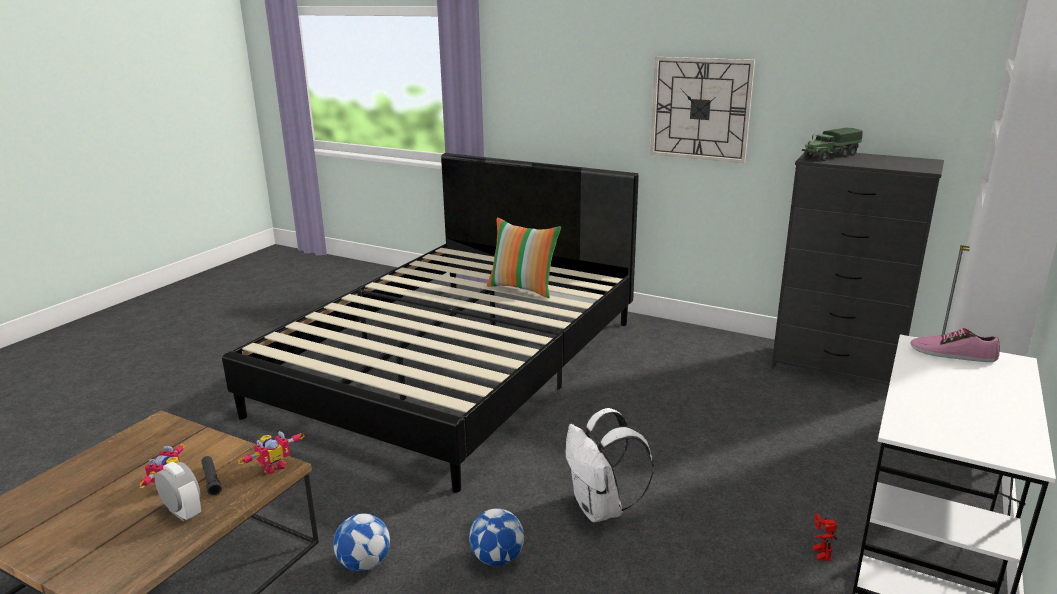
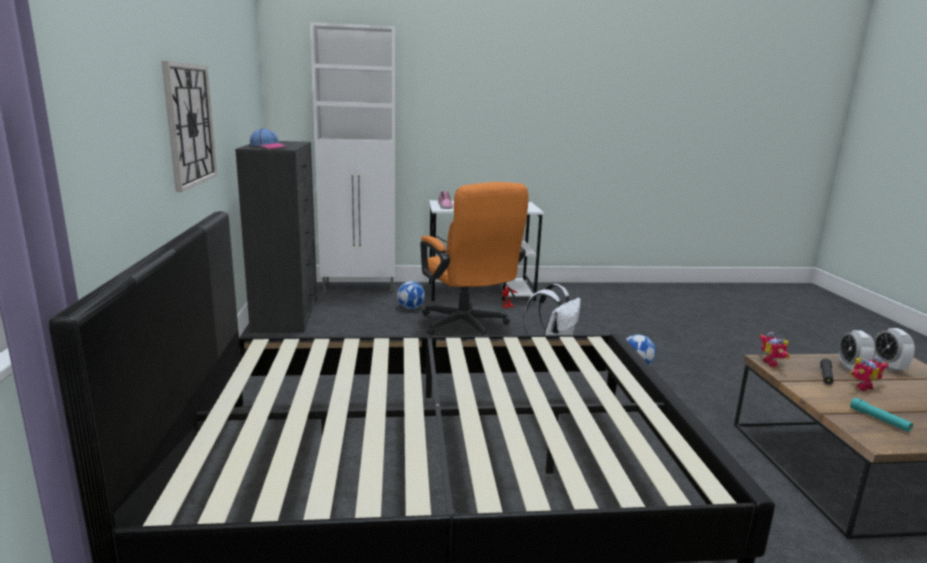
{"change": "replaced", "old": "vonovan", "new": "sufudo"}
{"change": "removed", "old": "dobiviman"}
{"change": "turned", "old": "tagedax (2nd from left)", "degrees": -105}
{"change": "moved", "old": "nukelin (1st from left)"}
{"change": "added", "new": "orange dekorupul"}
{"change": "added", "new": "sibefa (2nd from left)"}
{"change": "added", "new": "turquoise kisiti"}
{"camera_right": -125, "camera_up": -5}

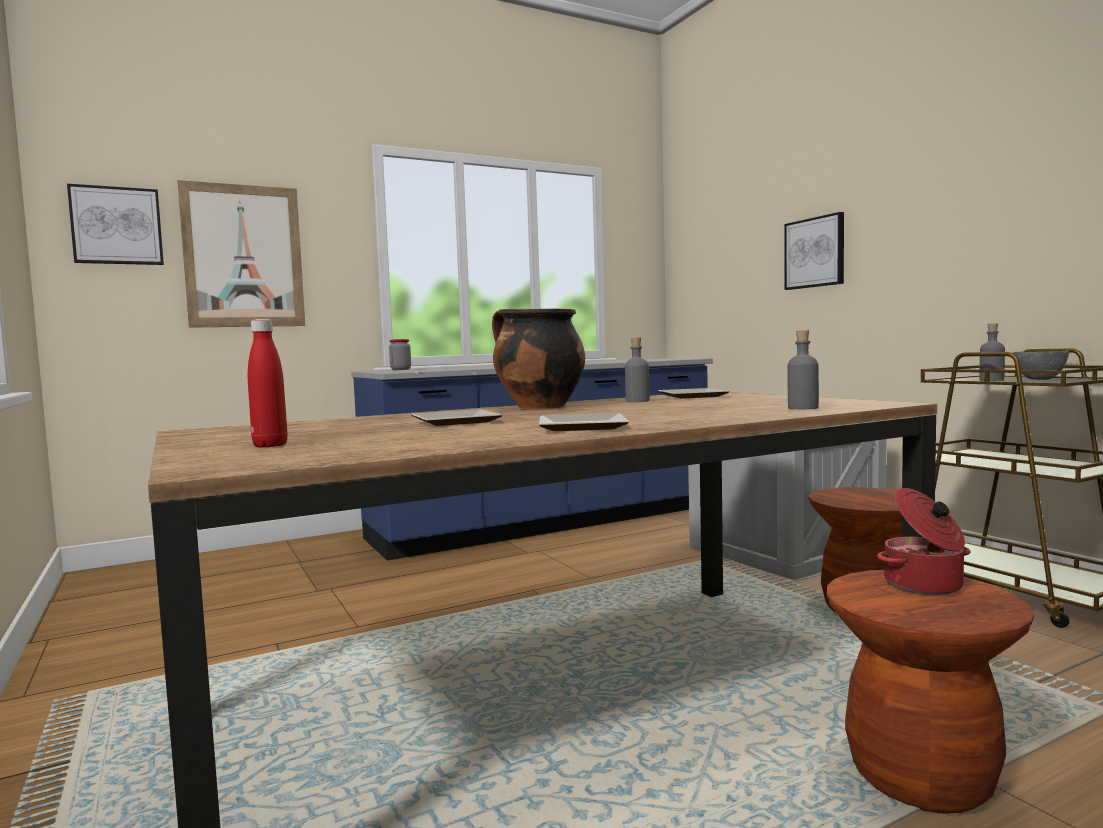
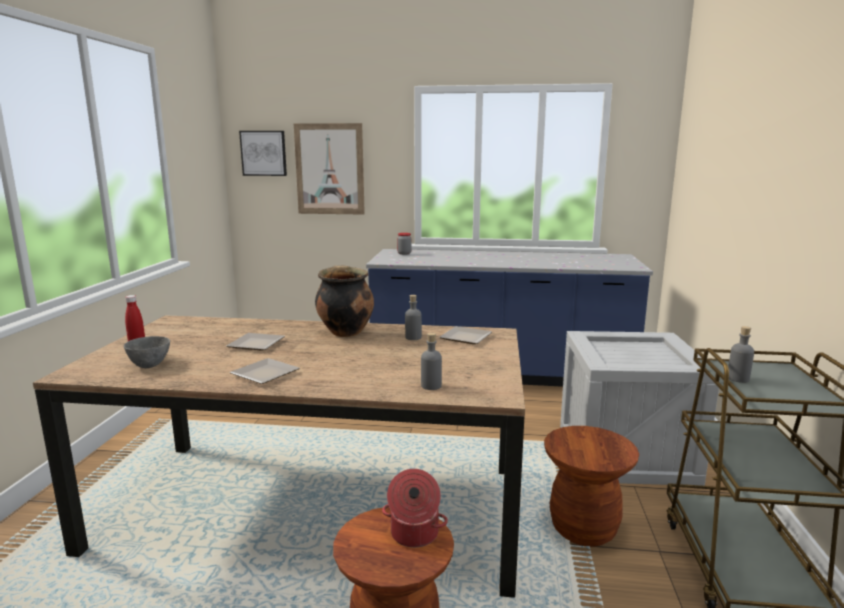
{"change": "removed", "old": "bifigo (3rd from left)"}
{"change": "moved", "old": "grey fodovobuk"}
{"camera_right": 35, "camera_up": 10}

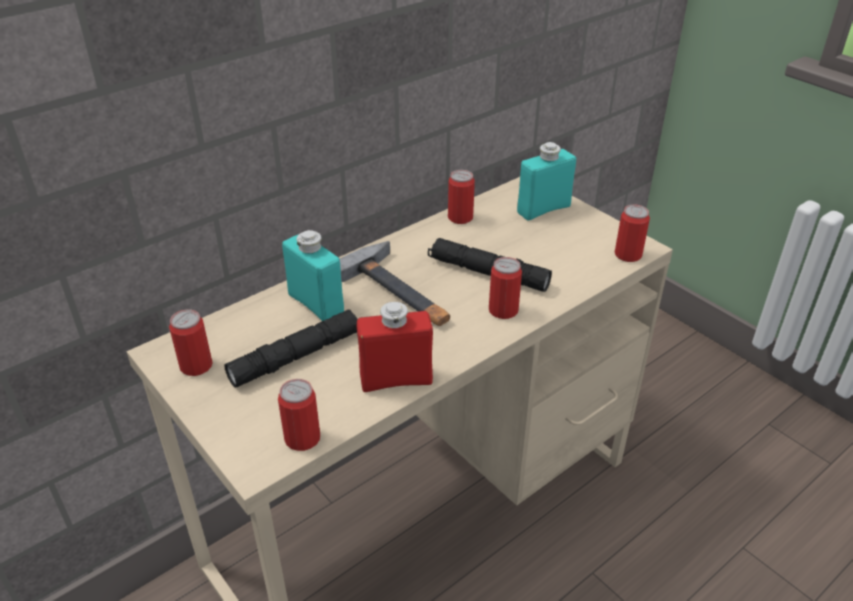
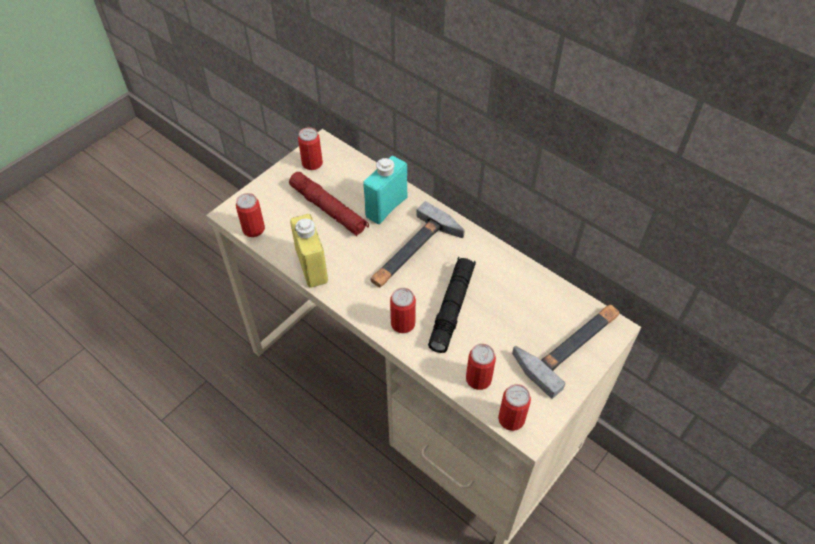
{"change": "replaced", "old": "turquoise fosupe (2nd from left)", "new": "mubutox (2nd from left)"}
{"change": "moved", "old": "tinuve (3rd from left in the first image)", "new": "tinuve (4th from left)"}
{"change": "recoloured", "old": "red fosupe", "new": "yellow fosupe"}
{"change": "recoloured", "old": "black kisiti (1st from left)", "new": "red kisiti"}
{"camera_right": 80, "camera_up": 15}

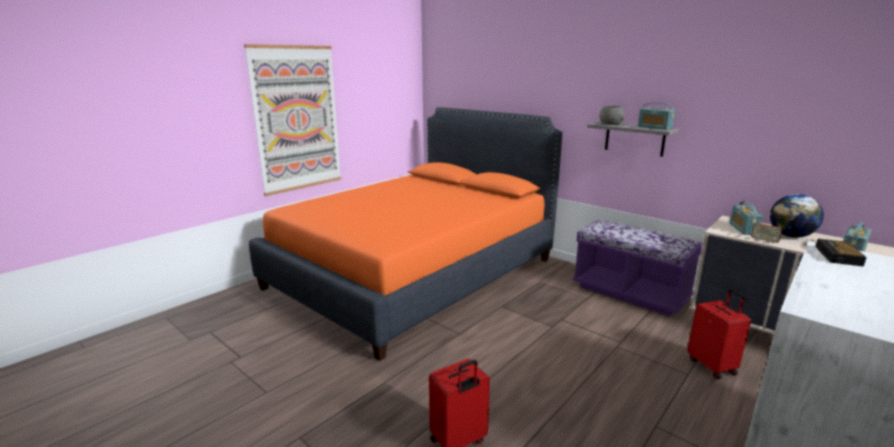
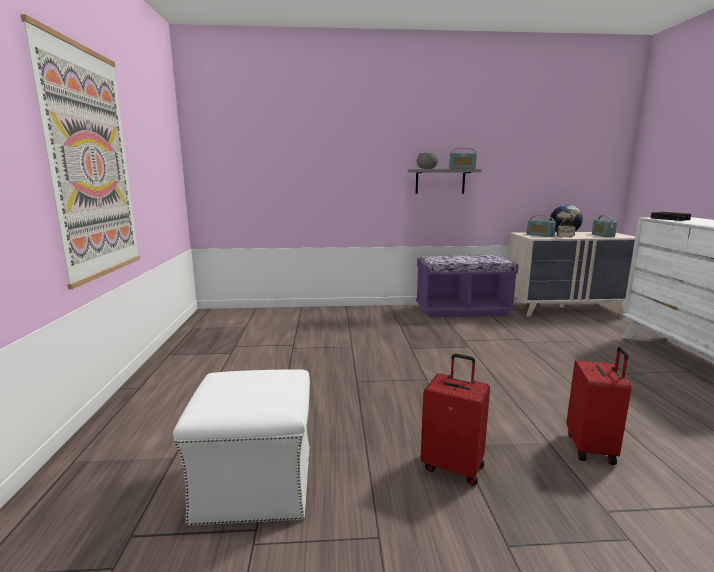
{"change": "removed", "old": "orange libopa"}
{"change": "moved", "old": "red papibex (2nd from left in the first image)", "new": "red papibex (1st from left)"}
{"change": "added", "new": "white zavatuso"}
{"camera_right": -45, "camera_up": -5}

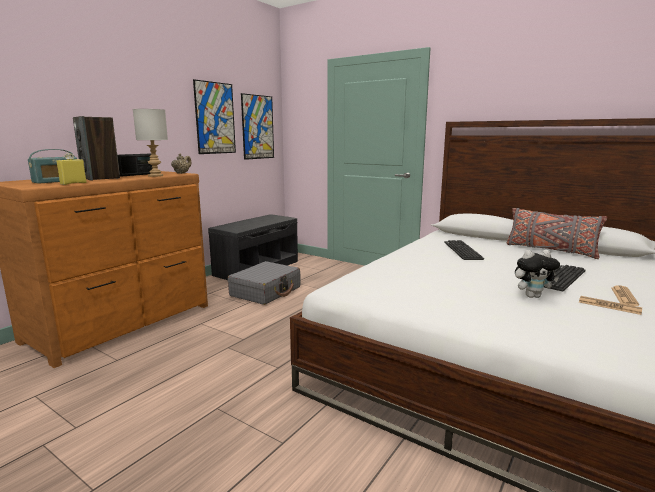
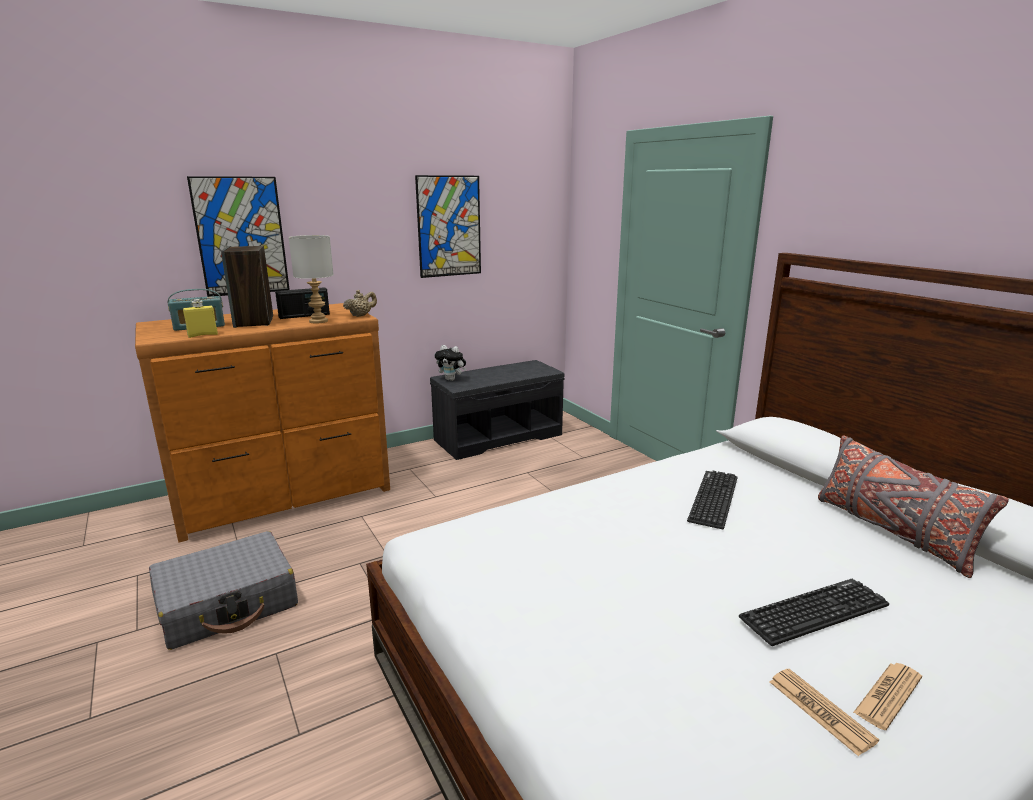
{"change": "moved", "old": "bifigo (2nd from left in the first image)", "new": "bifigo (1st from left)"}
{"change": "moved", "old": "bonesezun"}
{"change": "moved", "old": "grey papibex"}
{"camera_right": 25, "camera_up": 5}

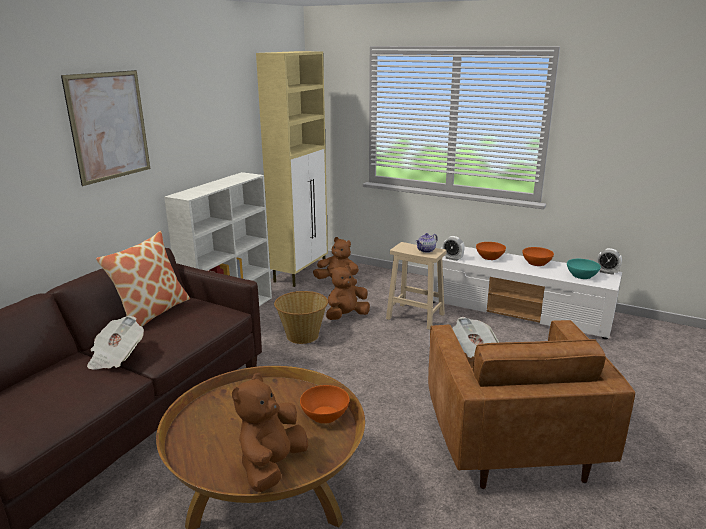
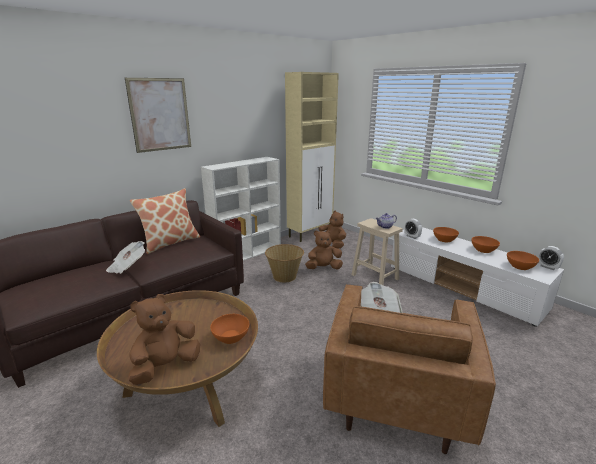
{"change": "recoloured", "old": "turquoise fodovobuk", "new": "orange fodovobuk (4th from left)"}
{"camera_right": 20, "camera_up": 0}

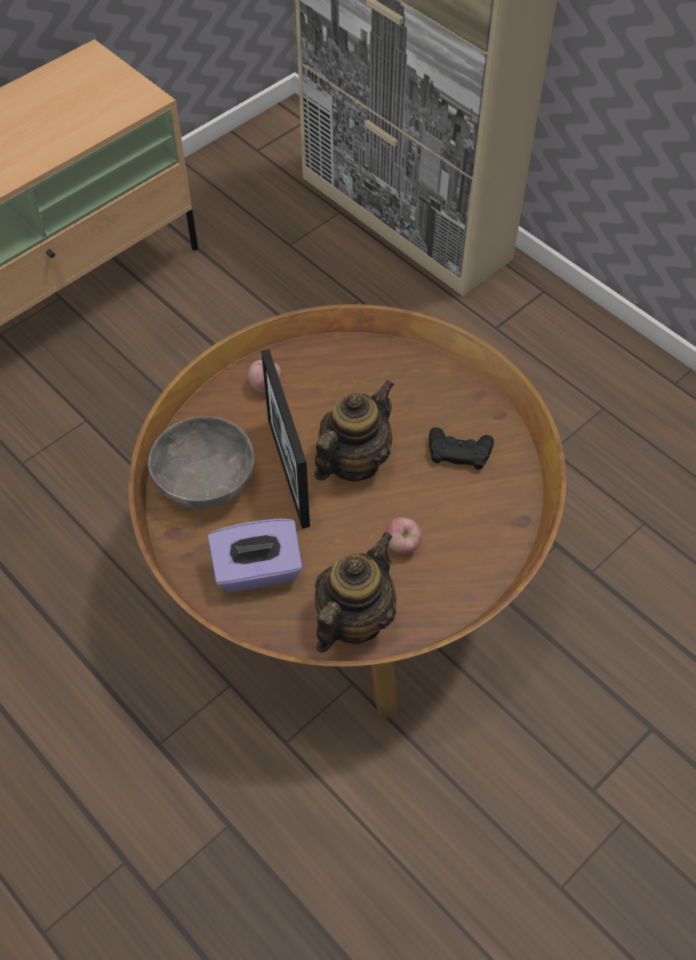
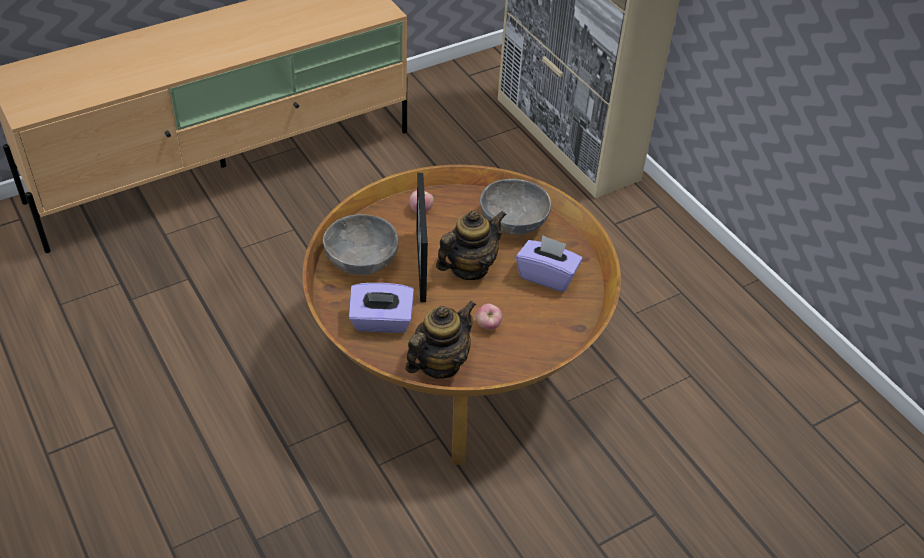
{"change": "replaced", "old": "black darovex", "new": "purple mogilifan (2nd from left)"}
{"change": "added", "new": "grey fodovobuk (2nd from left)"}
{"camera_right": 10, "camera_up": -10}

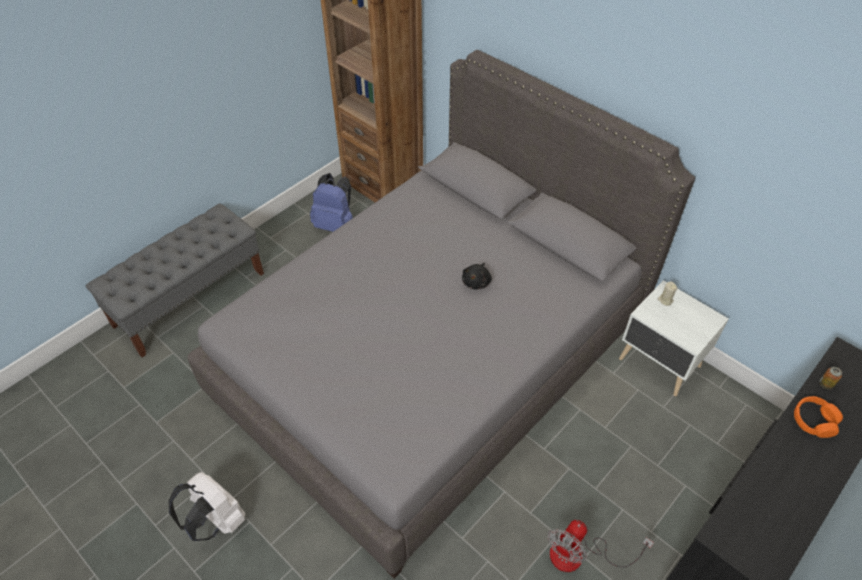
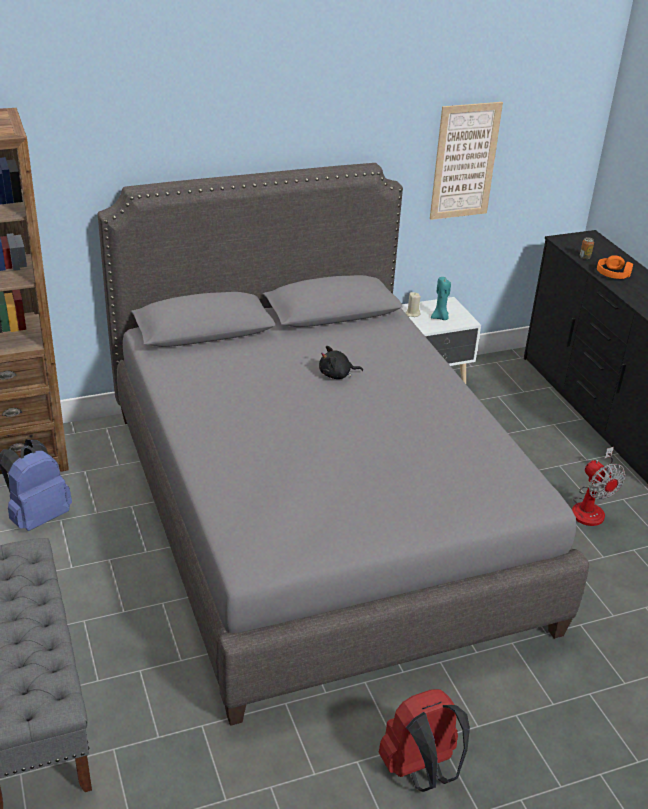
{"change": "turned", "old": "black bonesezun", "degrees": 120}
{"change": "recoloured", "old": "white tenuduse", "new": "red tenuduse"}
{"change": "added", "new": "bifigo"}
{"change": "added", "new": "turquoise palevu"}
{"camera_right": -65, "camera_up": -15}

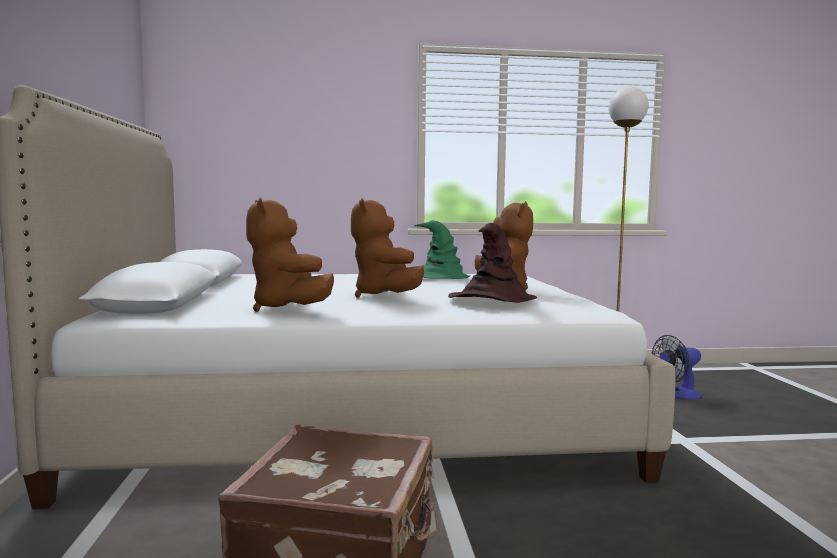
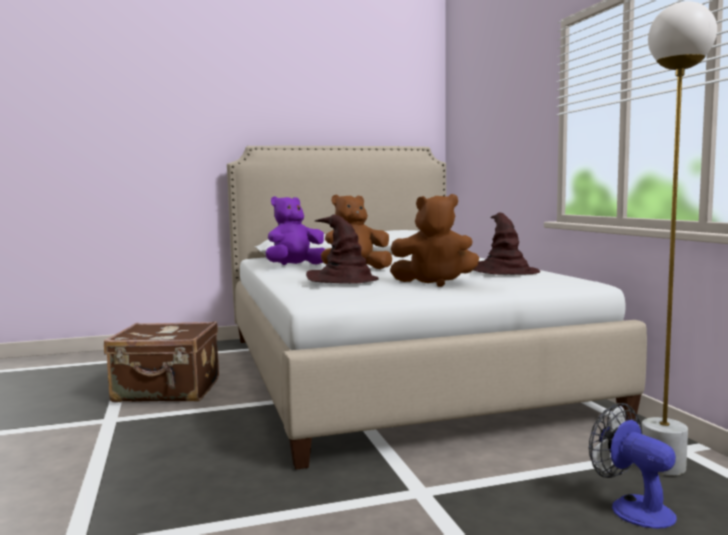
{"change": "recoloured", "old": "brown bonesezun (1st from left)", "new": "purple bonesezun"}
{"change": "recoloured", "old": "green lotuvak", "new": "brown lotuvak (2nd from left)"}
{"camera_right": 80, "camera_up": 0}

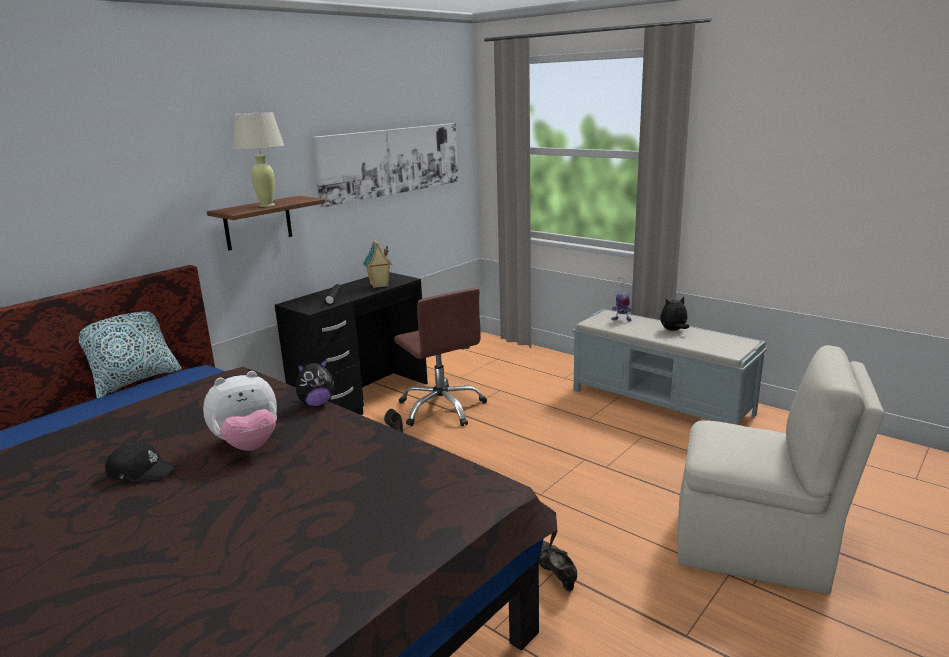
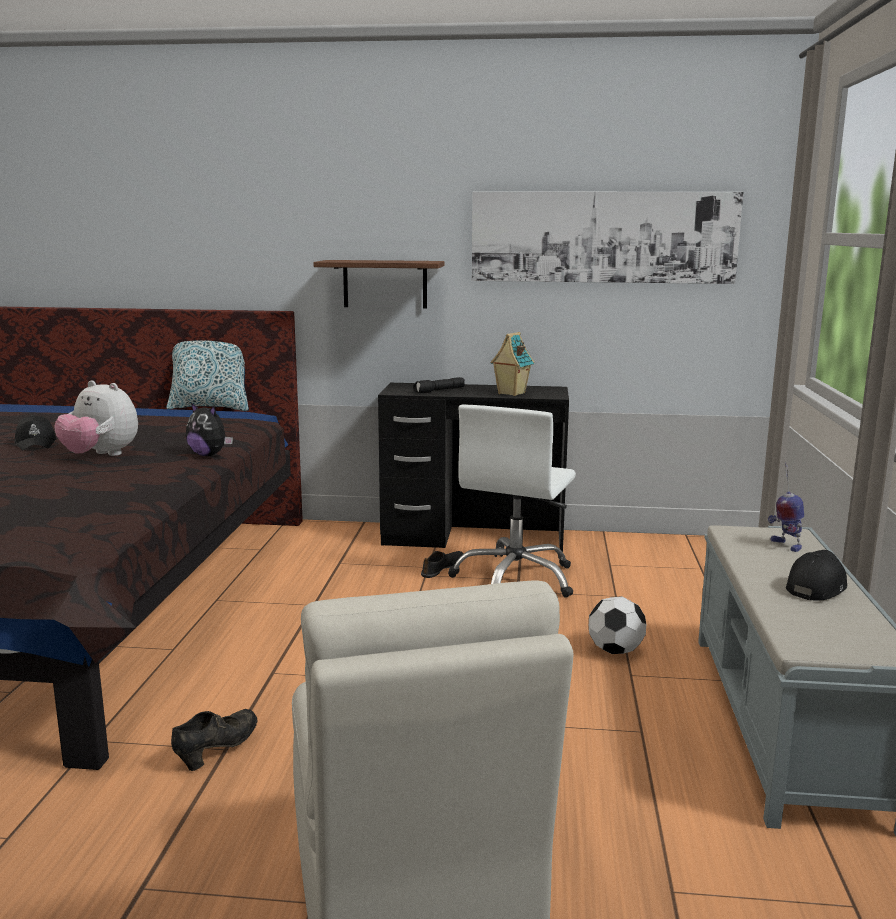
{"change": "removed", "old": "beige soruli"}
{"change": "recoloured", "old": "brown dekorupul", "new": "white dekorupul"}
{"change": "replaced", "old": "bonesezun (3rd from left)", "new": "black sufudo (2nd from left)"}
{"change": "added", "new": "nukelin"}
{"camera_right": 55, "camera_up": -5}

